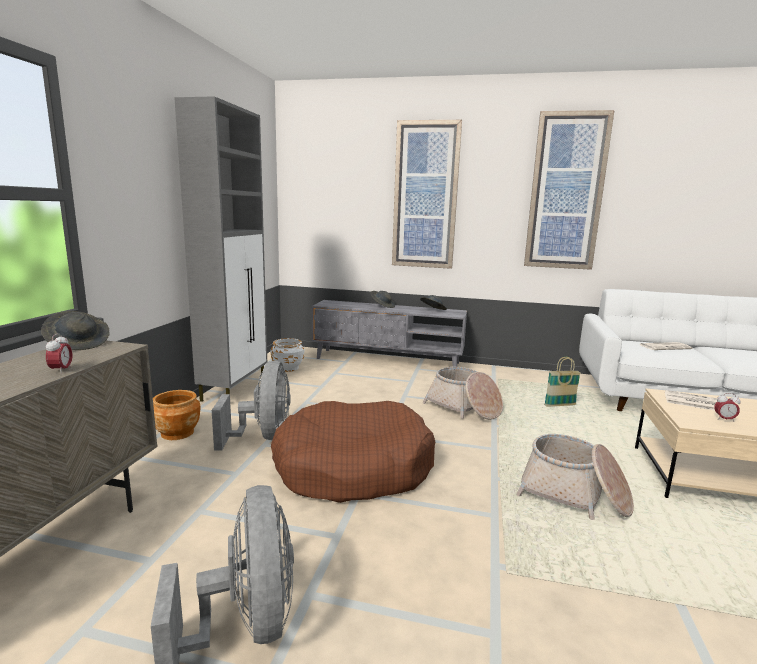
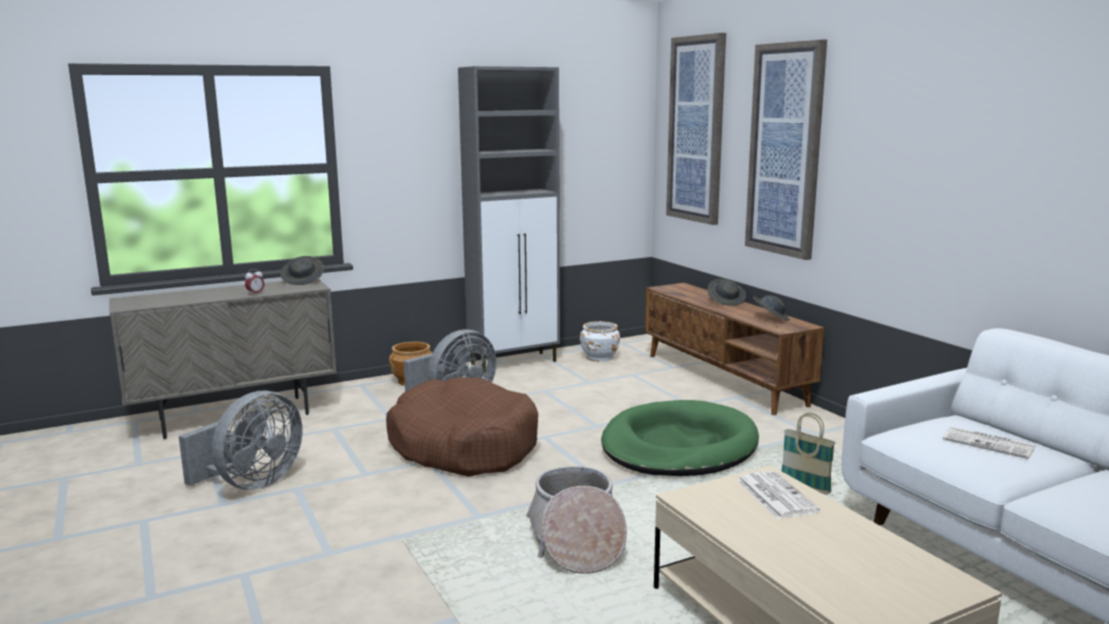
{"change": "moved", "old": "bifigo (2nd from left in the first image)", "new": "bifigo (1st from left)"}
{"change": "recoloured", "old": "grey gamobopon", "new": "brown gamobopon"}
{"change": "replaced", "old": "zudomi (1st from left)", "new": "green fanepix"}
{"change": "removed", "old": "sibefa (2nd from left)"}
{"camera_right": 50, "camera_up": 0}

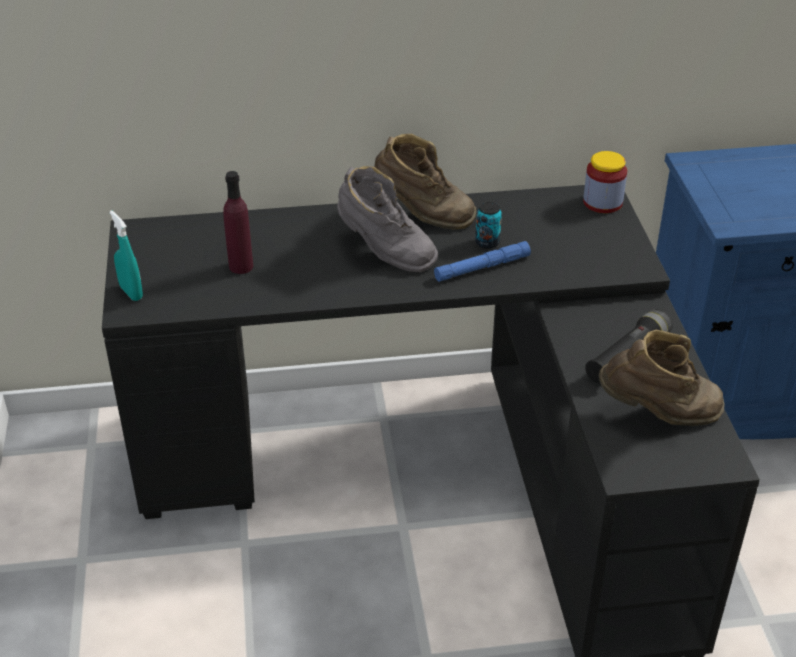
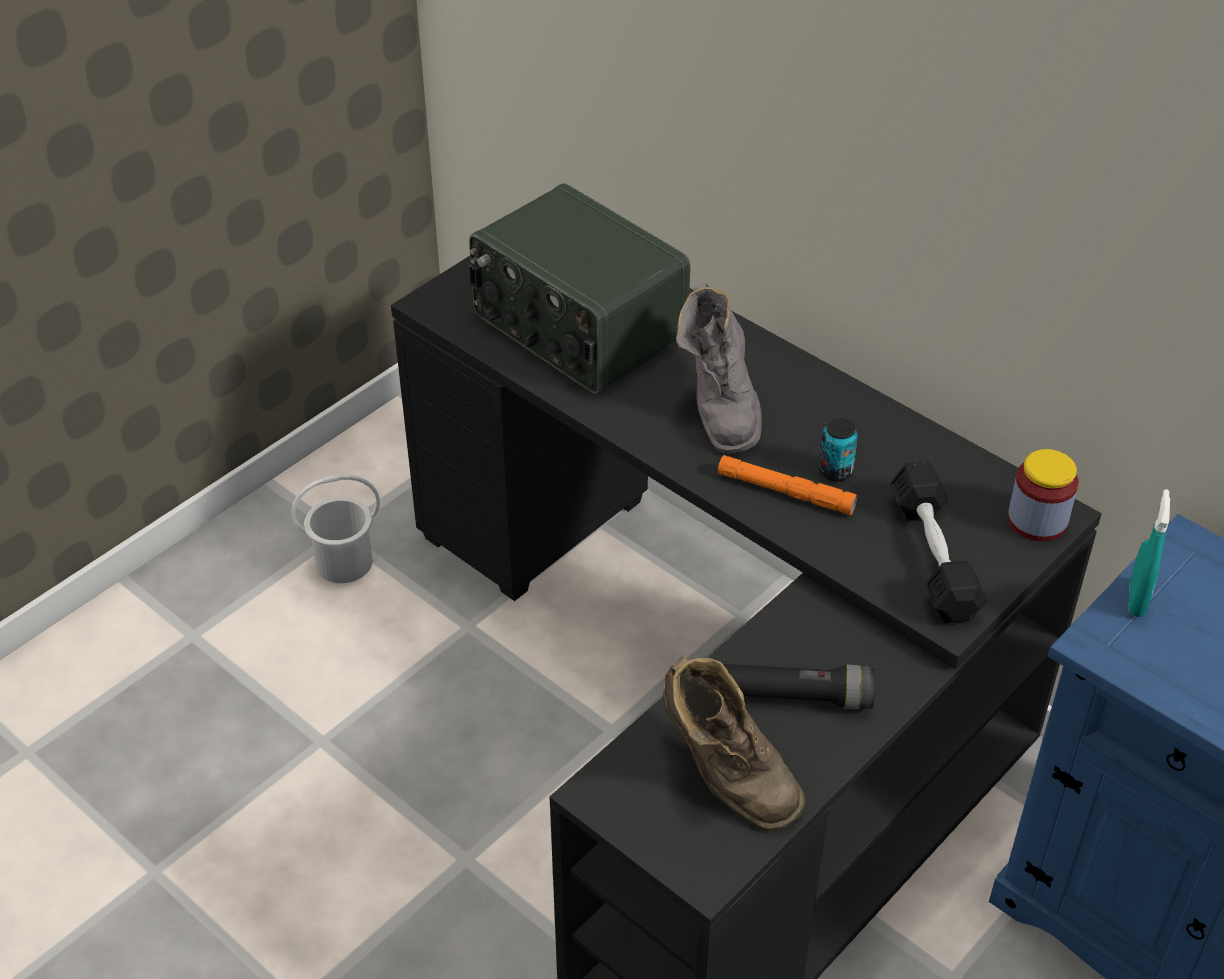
{"change": "removed", "old": "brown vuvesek (1st from left)"}
{"change": "replaced", "old": "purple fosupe", "new": "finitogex"}
{"change": "moved", "old": "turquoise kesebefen"}
{"change": "recoloured", "old": "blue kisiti", "new": "orange kisiti"}
{"change": "added", "new": "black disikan"}
{"change": "added", "new": "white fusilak"}
{"camera_right": 50, "camera_up": 5}

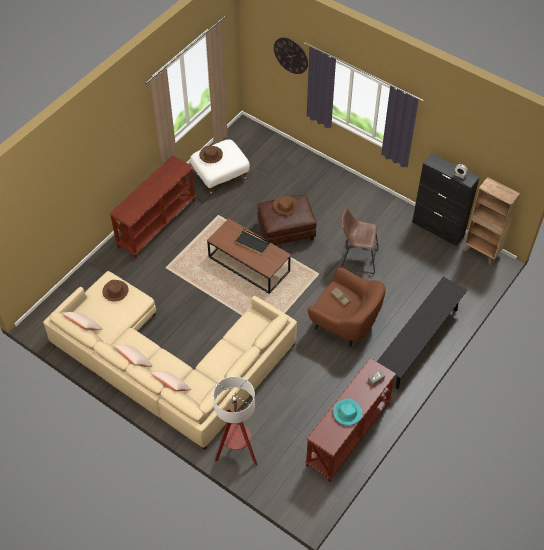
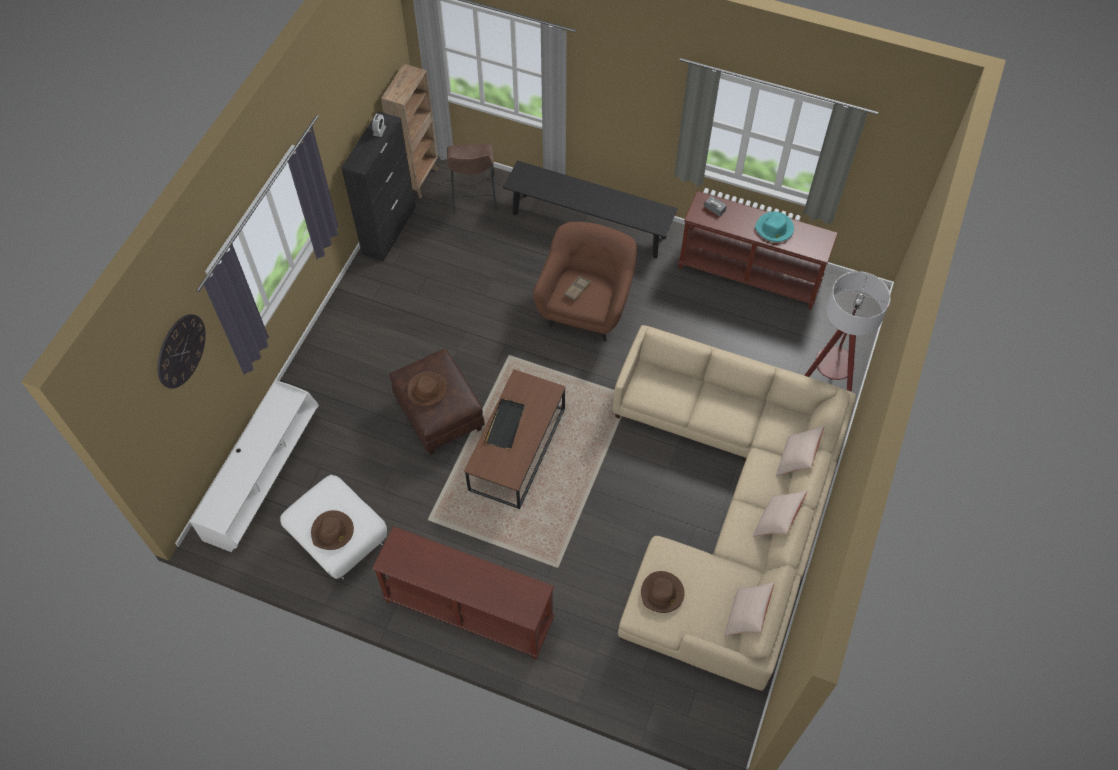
{"change": "moved", "old": "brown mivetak"}
{"change": "added", "new": "white gamobopon"}
{"camera_right": -105, "camera_up": 5}

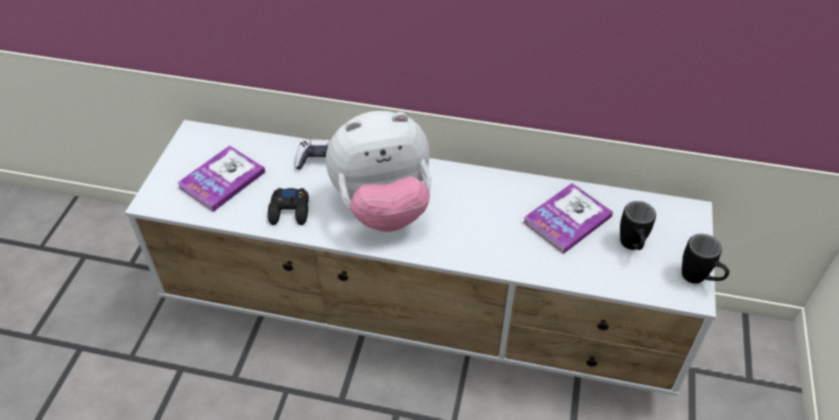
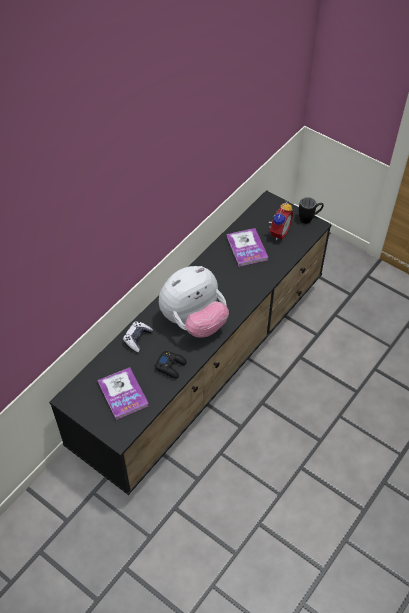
{"change": "turned", "old": "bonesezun", "degrees": 45}
{"change": "recoloured", "old": "white gamobopon", "new": "black gamobopon"}
{"change": "replaced", "old": "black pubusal (1st from left)", "new": "sibefa"}
{"camera_right": -65, "camera_up": 5}

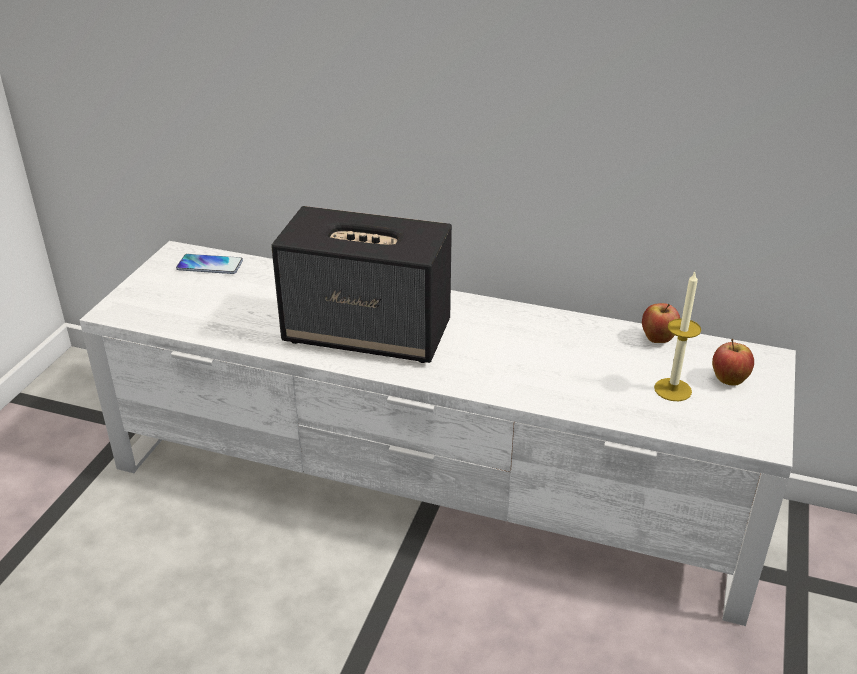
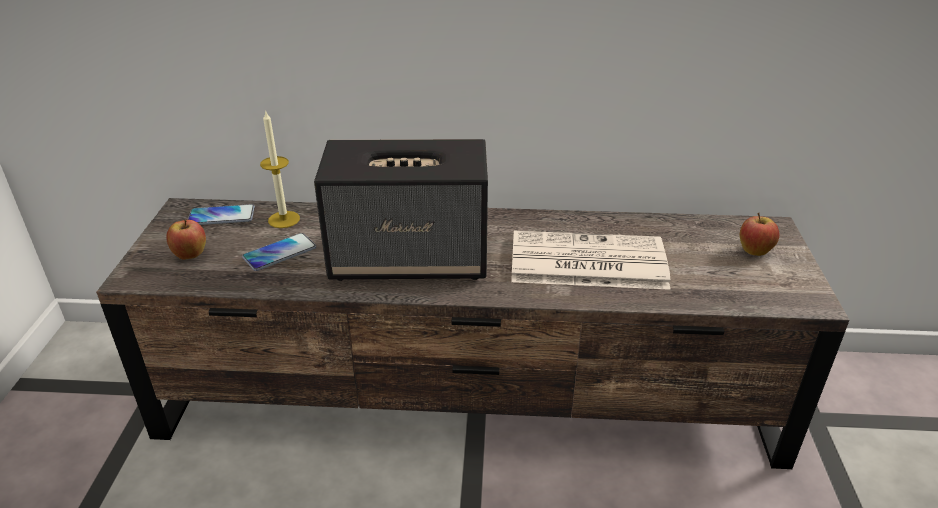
{"change": "recoloured", "old": "white gamobopon", "new": "brown gamobopon"}
{"change": "moved", "old": "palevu"}
{"change": "moved", "old": "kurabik (1st from left)"}
{"change": "added", "new": "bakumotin"}
{"change": "added", "new": "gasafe (2nd from left)"}
{"camera_right": -15, "camera_up": 0}

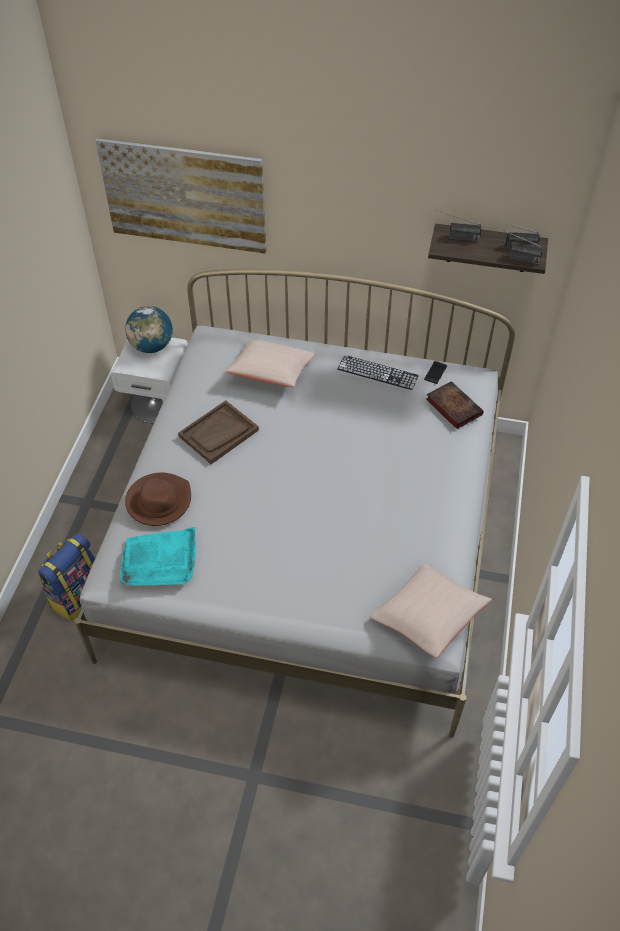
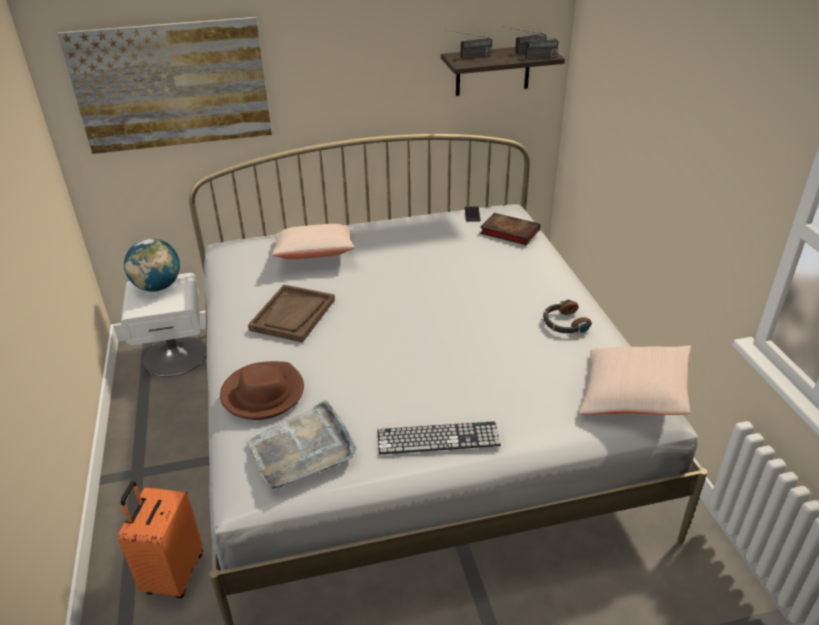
{"change": "moved", "old": "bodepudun"}
{"change": "recoloured", "old": "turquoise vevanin", "new": "grey vevanin"}
{"change": "replaced", "old": "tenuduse", "new": "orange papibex"}
{"change": "added", "new": "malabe"}
{"camera_right": -25, "camera_up": -15}

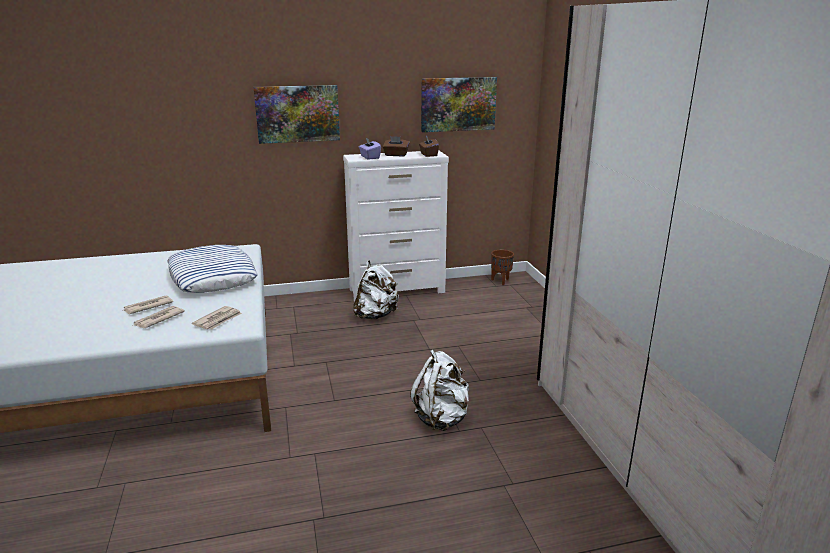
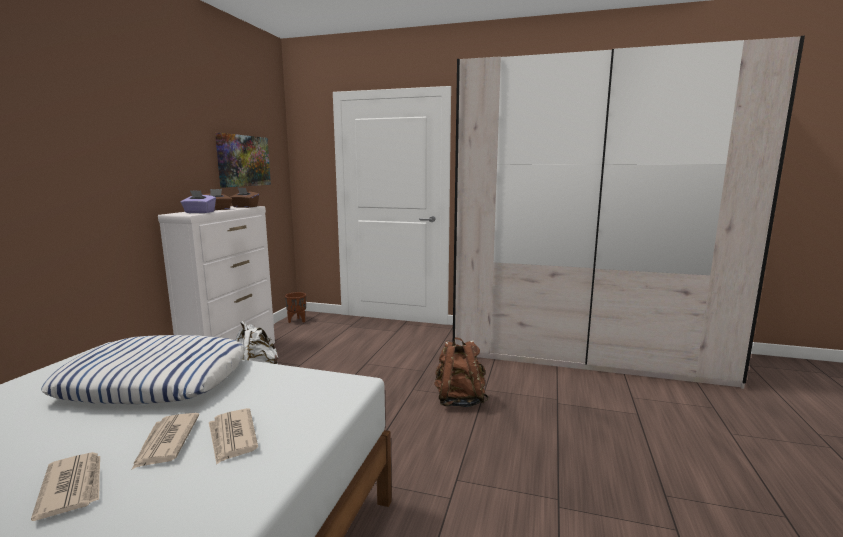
{"change": "removed", "old": "bifigo (1st from left)"}
{"change": "moved", "old": "bakumotin (3rd from left in the first image)", "new": "bakumotin (1st from left)"}
{"change": "recoloured", "old": "white tenuduse (2nd from left)", "new": "brown tenuduse"}
{"camera_right": -60, "camera_up": -10}

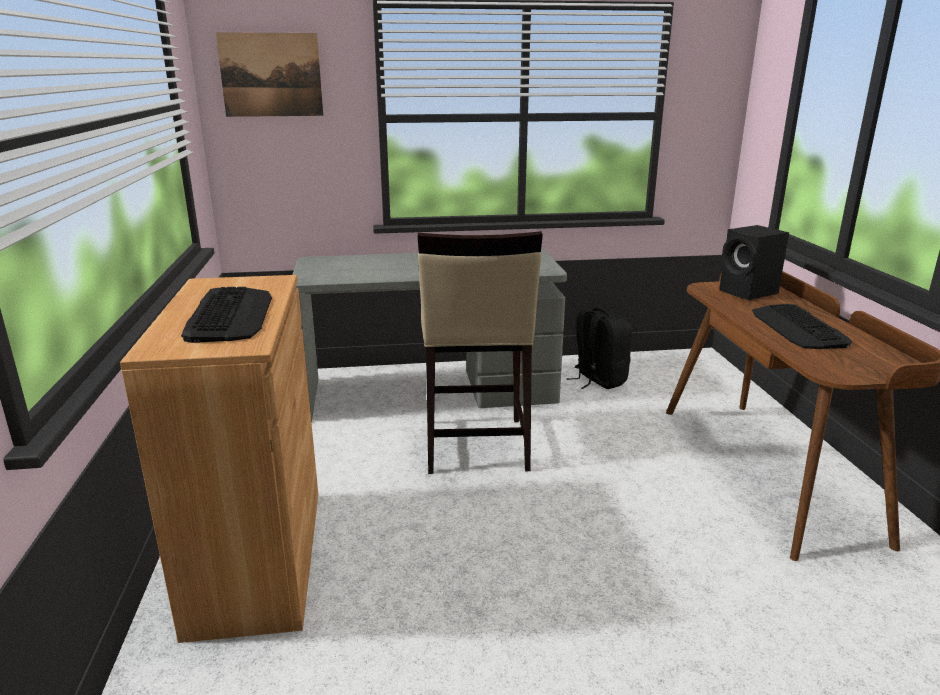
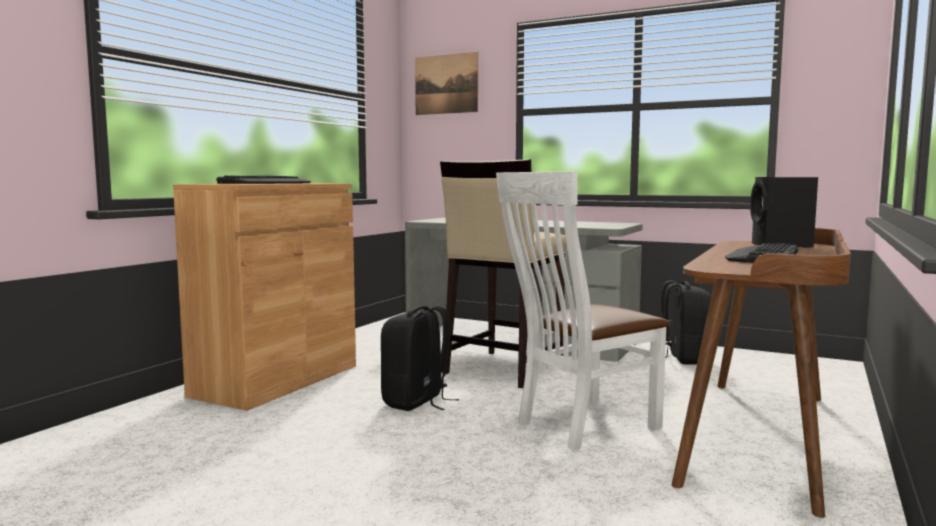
{"change": "added", "new": "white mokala"}
{"change": "added", "new": "black tenuduse (1st from left)"}
{"camera_right": 35, "camera_up": -15}

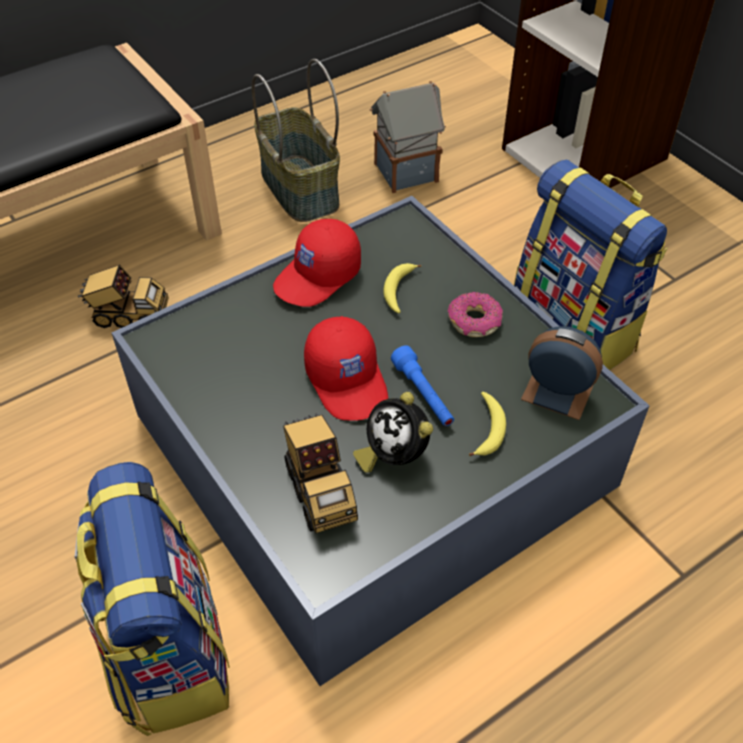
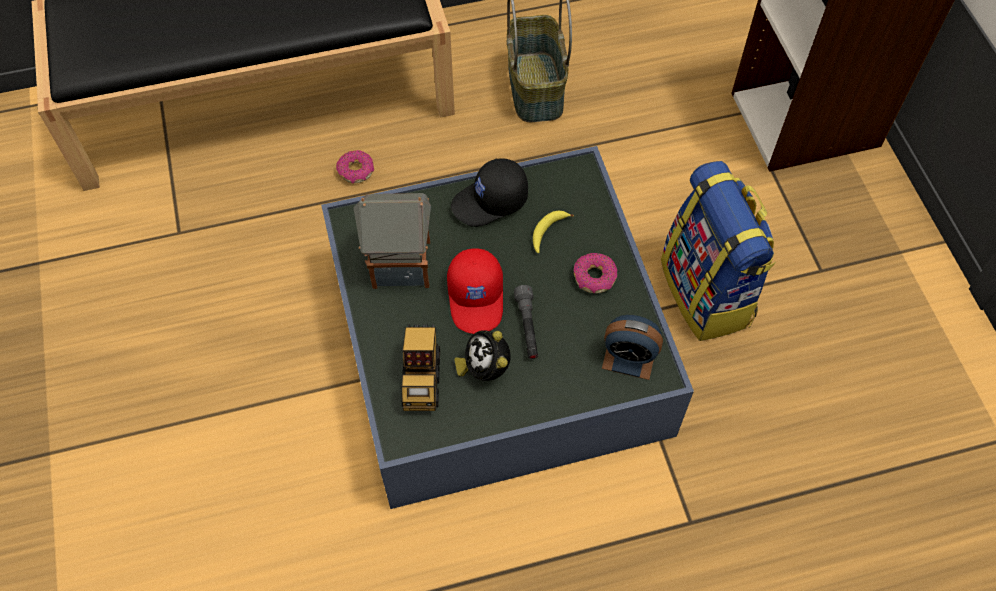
{"change": "moved", "old": "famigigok"}
{"change": "recoloured", "old": "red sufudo (1st from left)", "new": "black sufudo"}
{"change": "replaced", "old": "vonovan (1st from left)", "new": "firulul (1st from left)"}
{"change": "turned", "old": "sibefa (2nd from left)", "degrees": 150}
{"change": "recoloured", "old": "blue kisiti", "new": "grey kisiti"}
{"change": "removed", "old": "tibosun (2nd from left)"}
{"change": "removed", "old": "tenuduse (1st from left)"}
{"camera_right": 20, "camera_up": 10}

